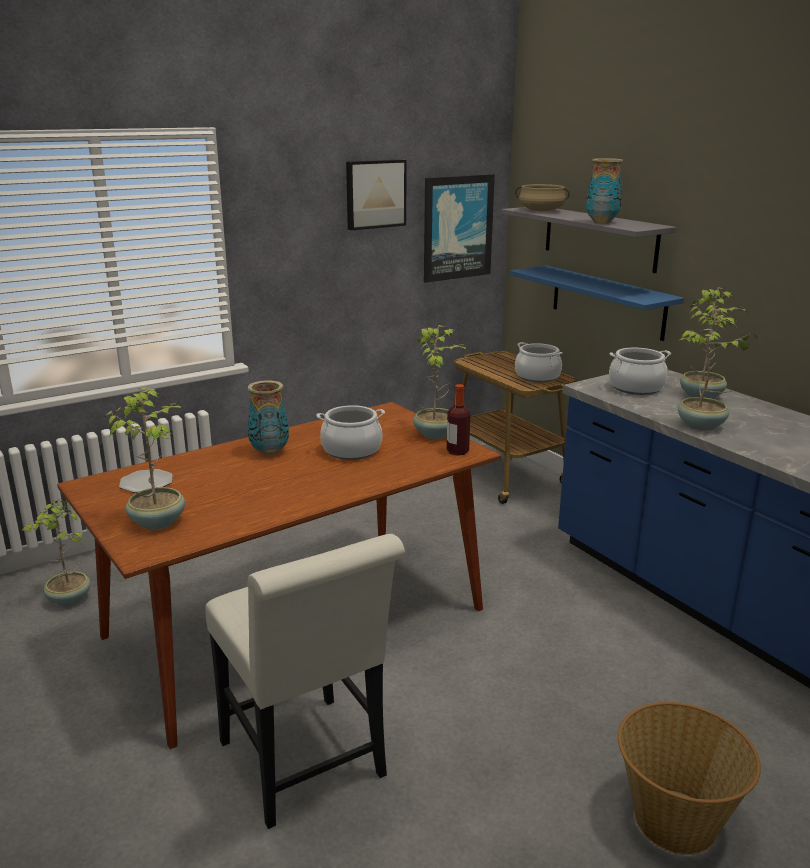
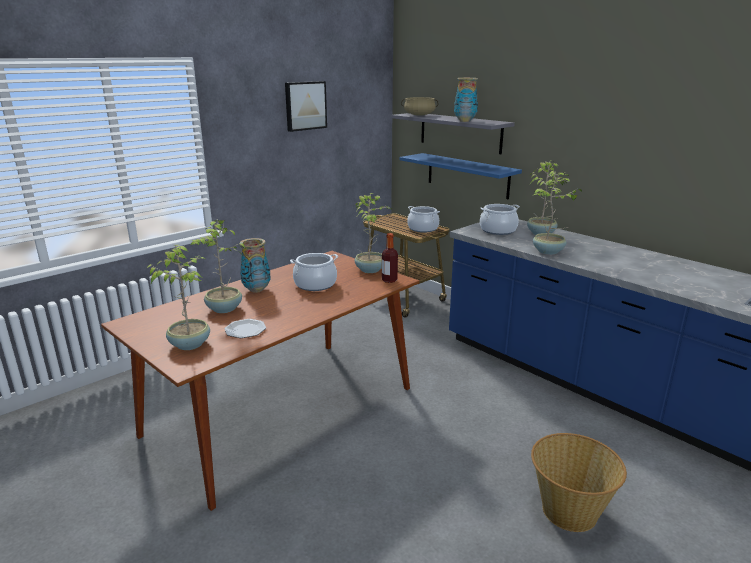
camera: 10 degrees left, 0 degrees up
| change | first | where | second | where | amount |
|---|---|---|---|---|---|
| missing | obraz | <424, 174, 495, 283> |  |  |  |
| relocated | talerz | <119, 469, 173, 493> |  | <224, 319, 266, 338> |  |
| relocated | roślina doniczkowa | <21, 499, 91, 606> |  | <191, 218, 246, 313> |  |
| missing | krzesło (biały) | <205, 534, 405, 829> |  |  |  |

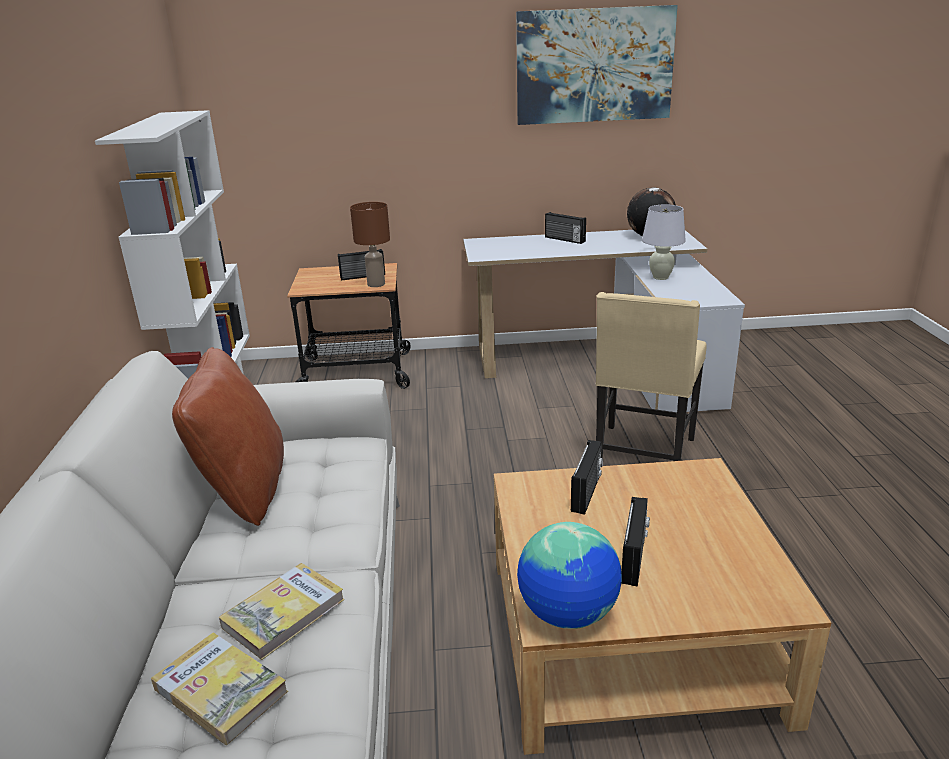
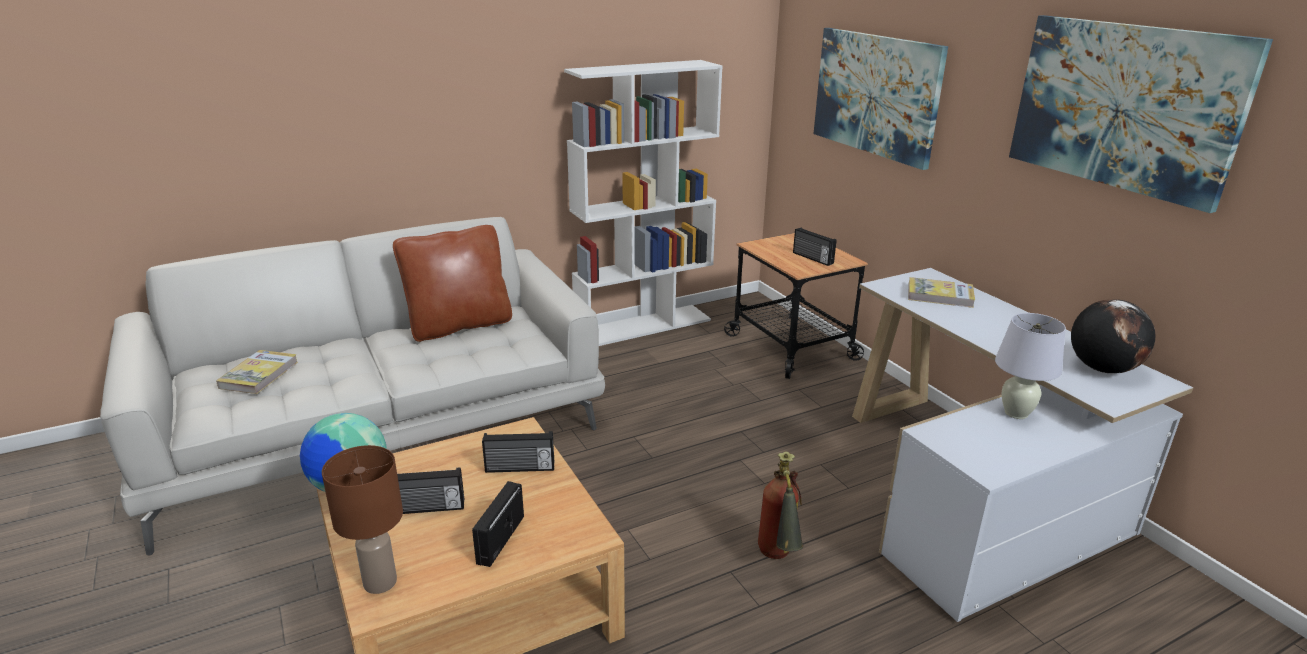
camera: 65 degrees right, 0 degrees up
| change | first | where | second | where | amount |
|---|---|---|---|---|---|
| relocated | lampa stołowa (brązowy) | <350, 202, 390, 287> |  | <322, 445, 403, 594> |  |
| relocated | radio | <545, 212, 586, 244> |  | <472, 481, 524, 567> |  |
| exchanged | krzesło (beżowy) | <596, 292, 707, 461> | gaśnica | <758, 451, 803, 559> |  |
| relocated | książka | <219, 563, 345, 660> |  | <908, 277, 975, 308> |  |
| appeared |  |  | obraz | <814, 28, 948, 170> |  |

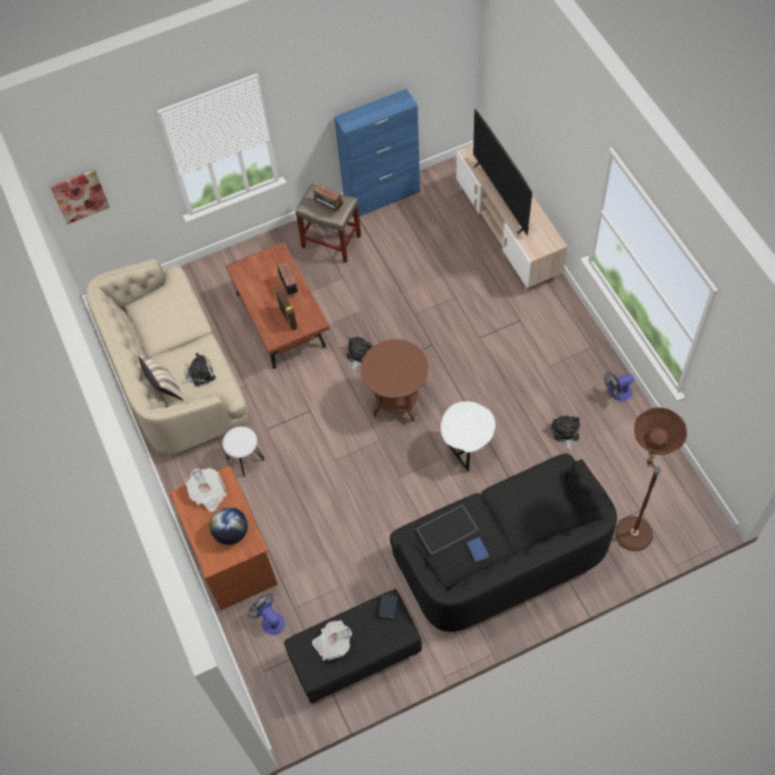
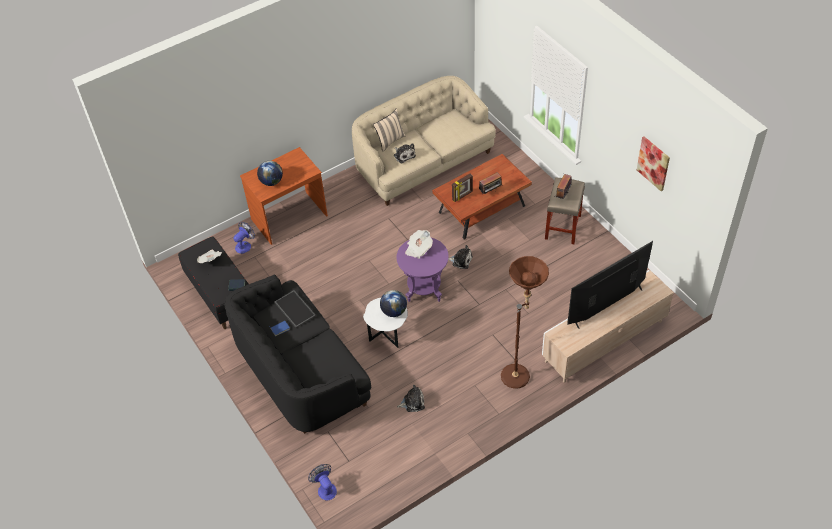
camera: 80 degrees right, 10 degrees down
| change | first | where | second | where | amount |
|---|---|---|---|---|---|
| missing | szafka (niebieski) | <334, 89, 420, 218> |  |  |  |
| relocated | obraz | <50, 169, 110, 224> |  | <637, 136, 670, 191> |  |
| colour | stolik (brązowy) | <361, 339, 428, 421> | stolik (fioletowy) | <396, 238, 449, 302> |  |
| relocated | wentylator | <604, 372, 634, 402> |  | <308, 464, 337, 501> |  |
| relocated | lampa stojąca (brązowy) | <616, 407, 687, 551> |  | <501, 256, 549, 389> |  |
| missing | stołek (biały) | <222, 426, 265, 477> |  |  |  |
| relocated | gazeta | <186, 468, 227, 512> |  | <405, 230, 433, 259> |  |
| appeared |  |  | globus | <380, 290, 407, 317> |  |

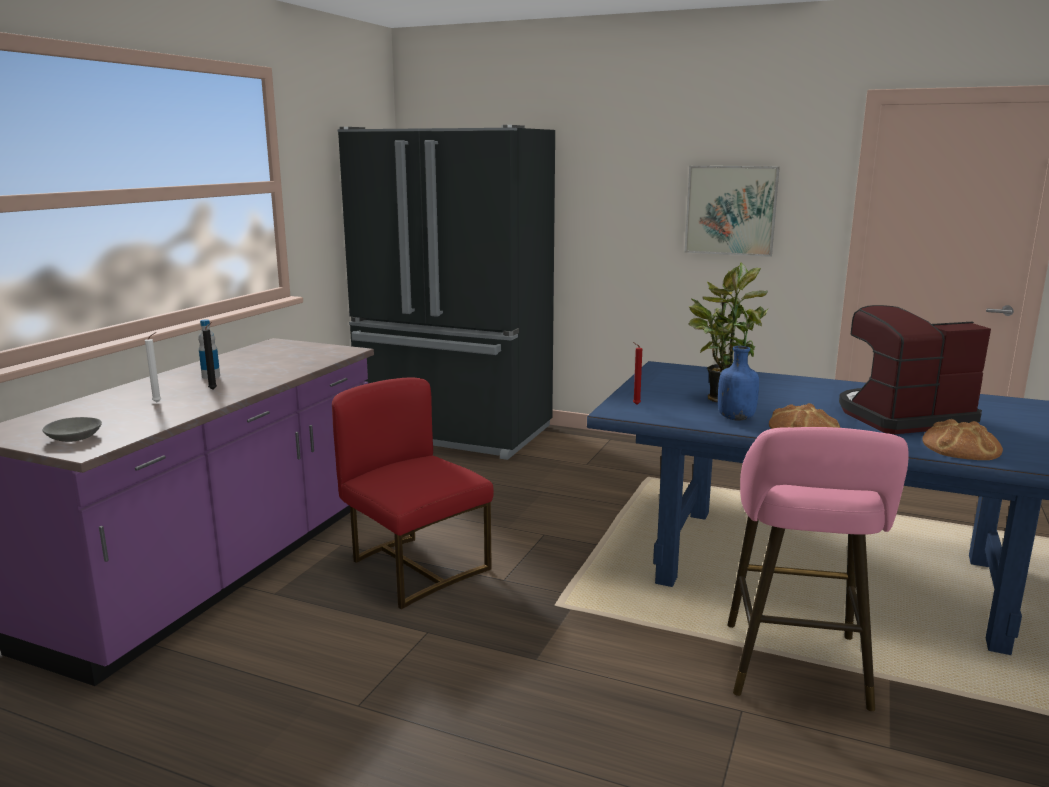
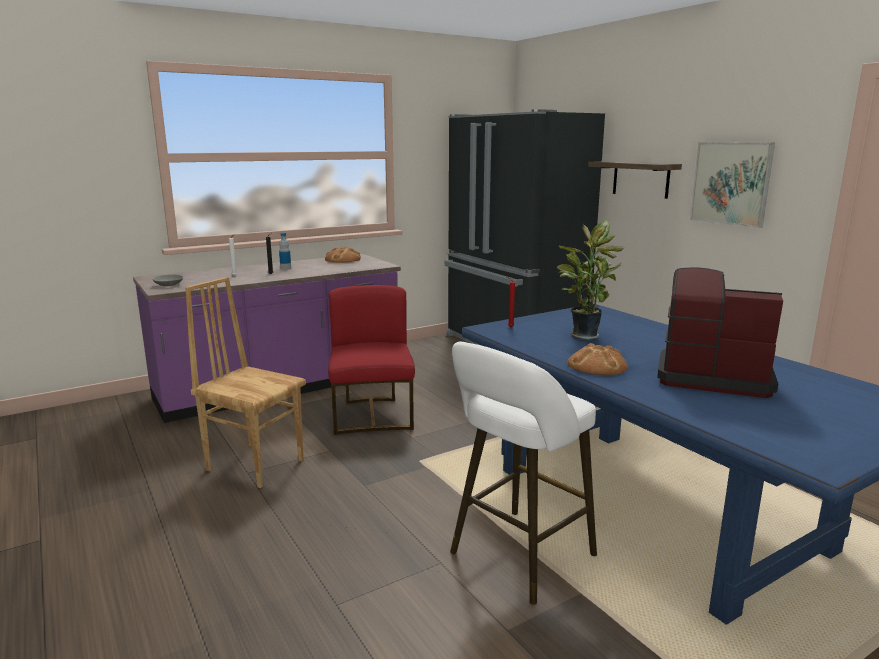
camera: 35 degrees right, 0 degrees up
| change | first | where | second | where | amount |
|---|---|---|---|---|---|
| missing | butelka (niebieski) | <718, 346, 759, 420> |  |  |  |
| relocated | chleb | <922, 419, 1003, 460> |  | <325, 246, 361, 263> |  |
| colour | stołek (różowy) | <727, 427, 909, 711> | stołek (biały) | <450, 342, 597, 604> |  |
| appeared |  |  | półka | <588, 161, 682, 199> |  |
| appeared |  |  | krzesło (brązowy) | <185, 277, 306, 488> |  |

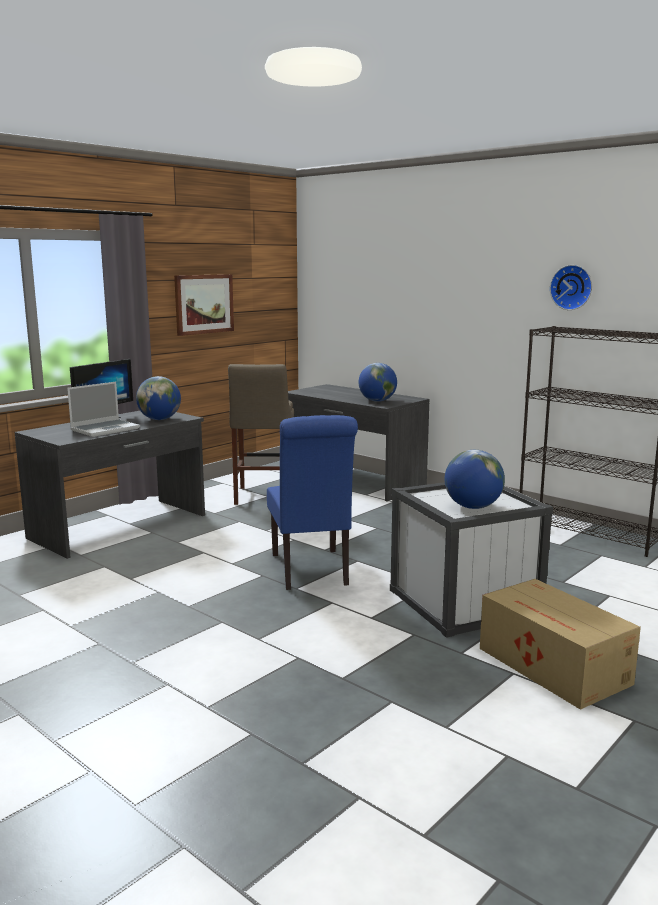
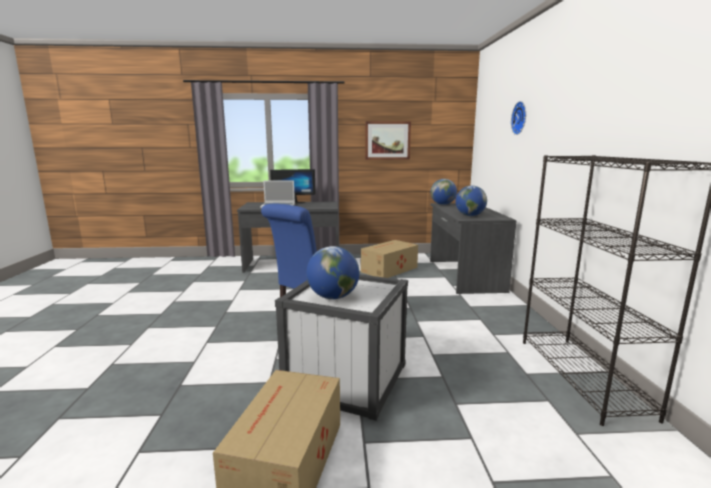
camera: 45 degrees right, 0 degrees up
| change | first | where | second | where | amount |
|---|---|---|---|---|---|
| relocated | zegar ścienny | <550, 265, 592, 310> |  | <511, 101, 526, 135> |  |
| exchanged | stołek (beżowy) | <228, 364, 294, 505> | karton | <361, 240, 418, 278> |  |
| relocated | globus | <136, 376, 181, 420> |  | <431, 179, 457, 205> |  |

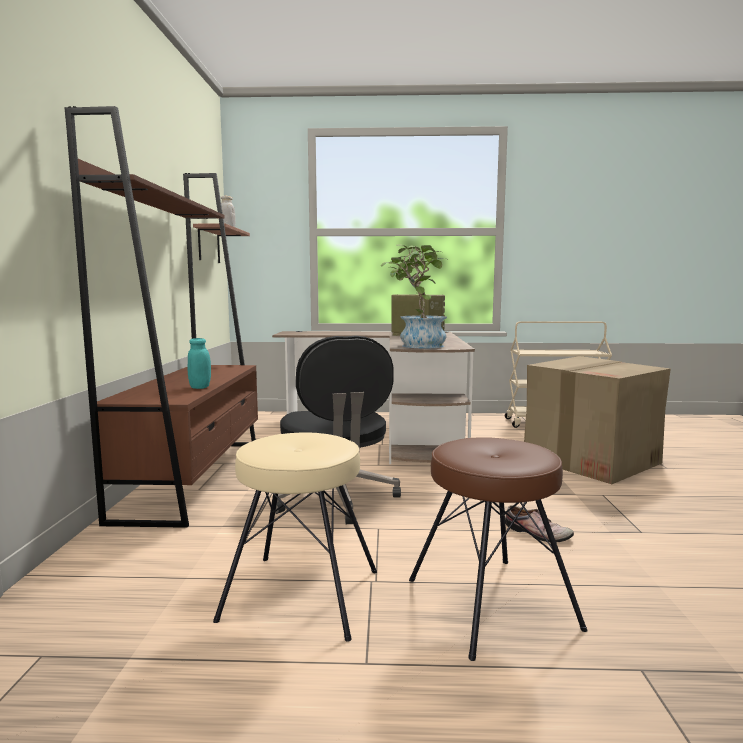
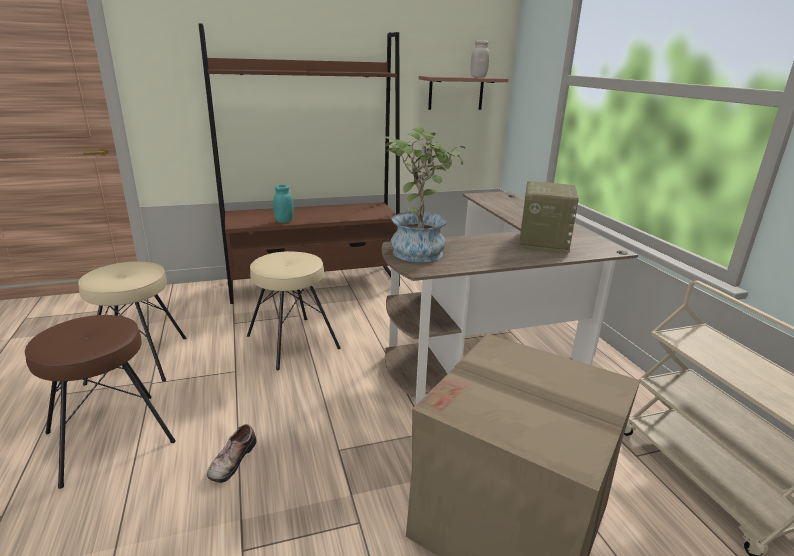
camera: 70 degrees right, 15 degrees up
| change | first | where | second | where | amount |
|---|---|---|---|---|---|
| exchanged | krzesło biurowe (czarny) | <275, 335, 401, 524> | stołek (beżowy) | <247, 251, 341, 370> |  |

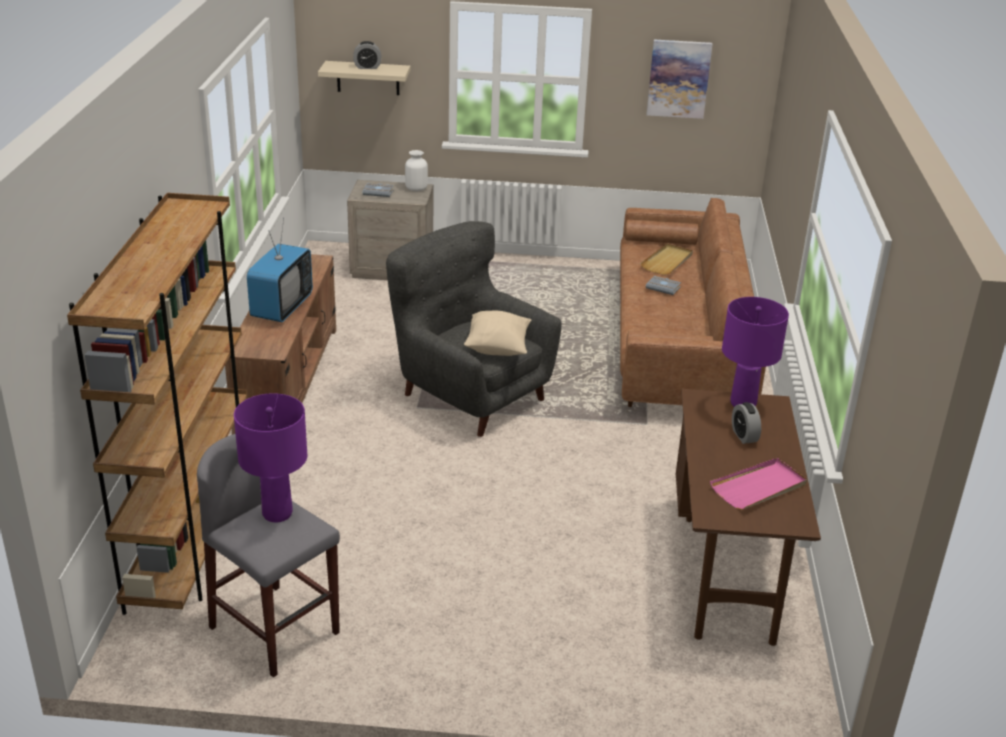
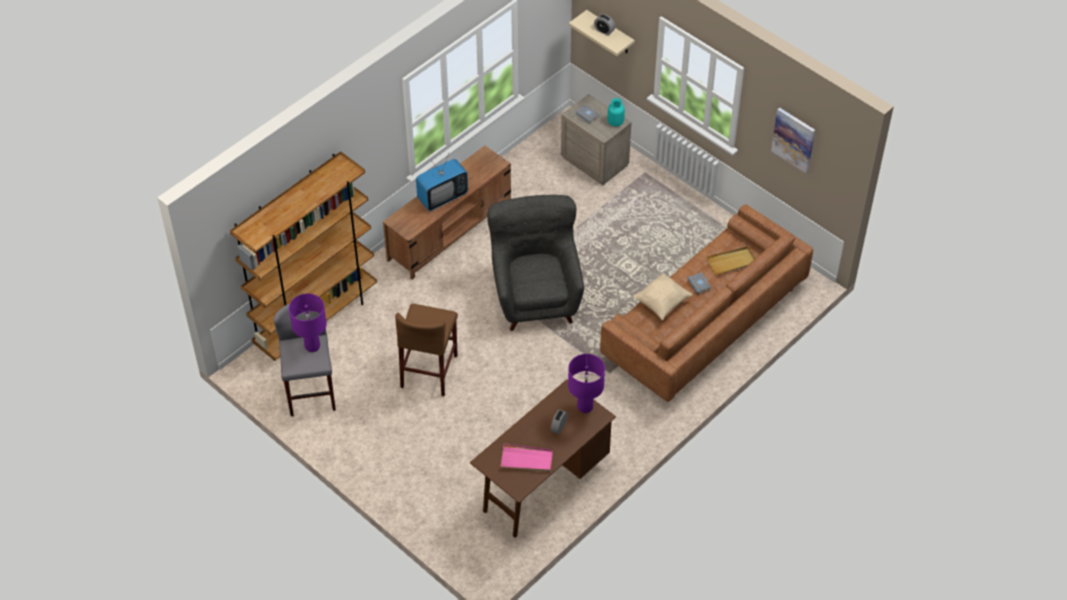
camera: 40 degrees right, 20 degrees up
| change | first | where | second | where | amount |
|---|---|---|---|---|---|
| colour | wazon (biały) | <405, 150, 428, 192> | wazon (turkusowy) | <608, 98, 625, 127> |  |
| relocated | poduszka (beżowy) | <464, 311, 531, 356> |  | <633, 273, 693, 320> |  |
| appeared |  |  | stołek (brązowy) | <395, 304, 458, 396> |  |

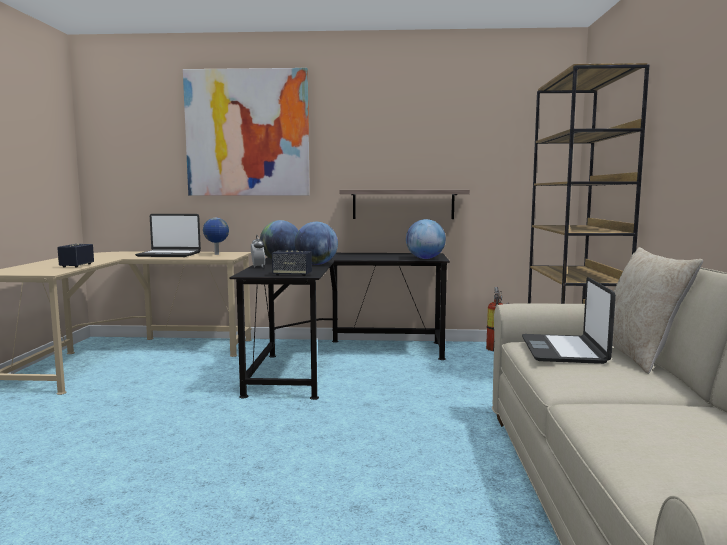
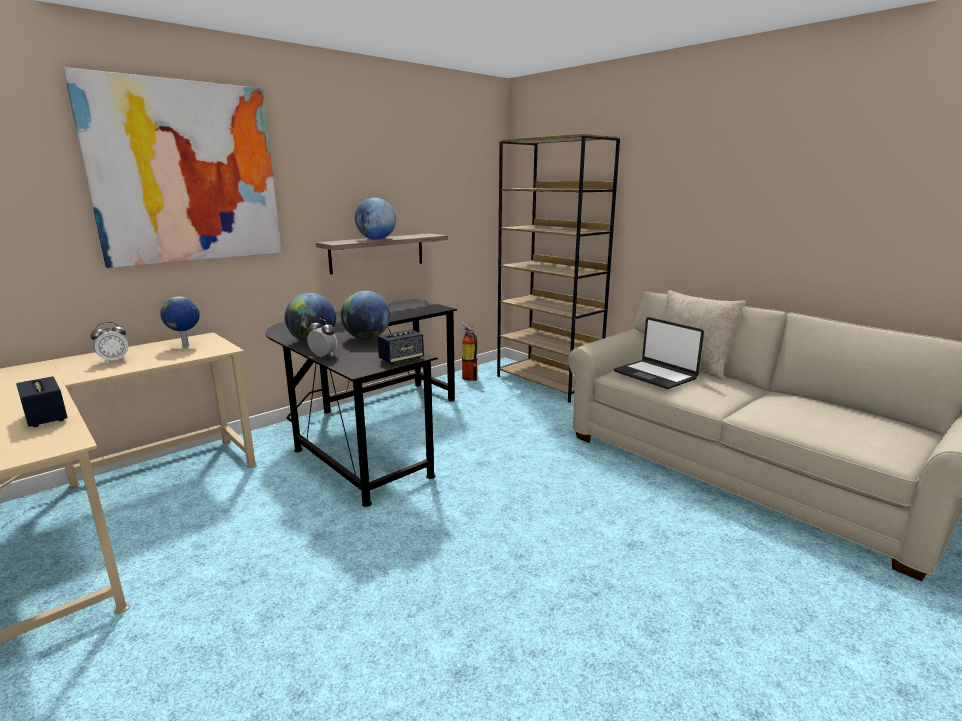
camera: 45 degrees left, 10 degrees up
| change | first | where | second | where | amount |
|---|---|---|---|---|---|
| exchanged | laptop | <135, 214, 201, 257> | budzik | <90, 322, 129, 364> |  |
| relocated | globus | <406, 219, 446, 259> |  | <355, 198, 396, 240> |  |

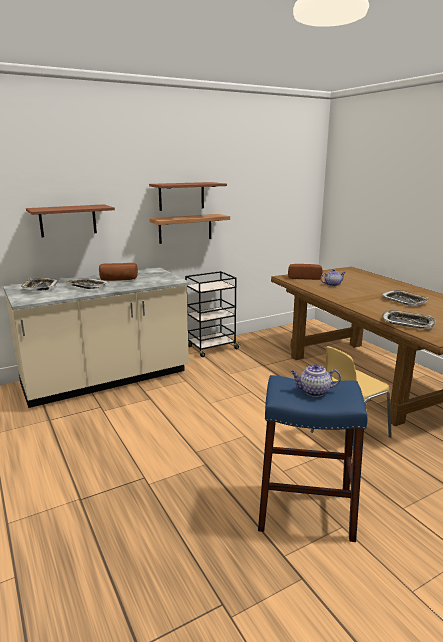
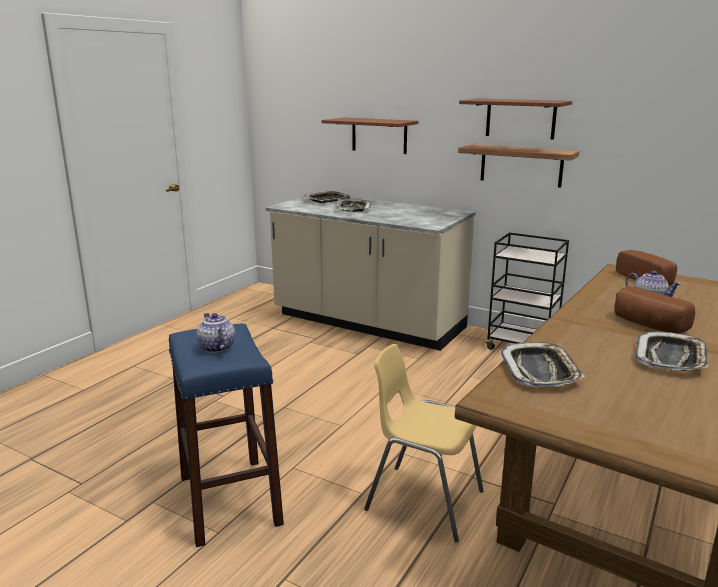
camera: 60 degrees right, 0 degrees up
| change | first | where | second | where | amount |
|---|---|---|---|---|---|
| relocated | chleb | <99, 263, 138, 281> |  | <614, 286, 695, 333> |  |

